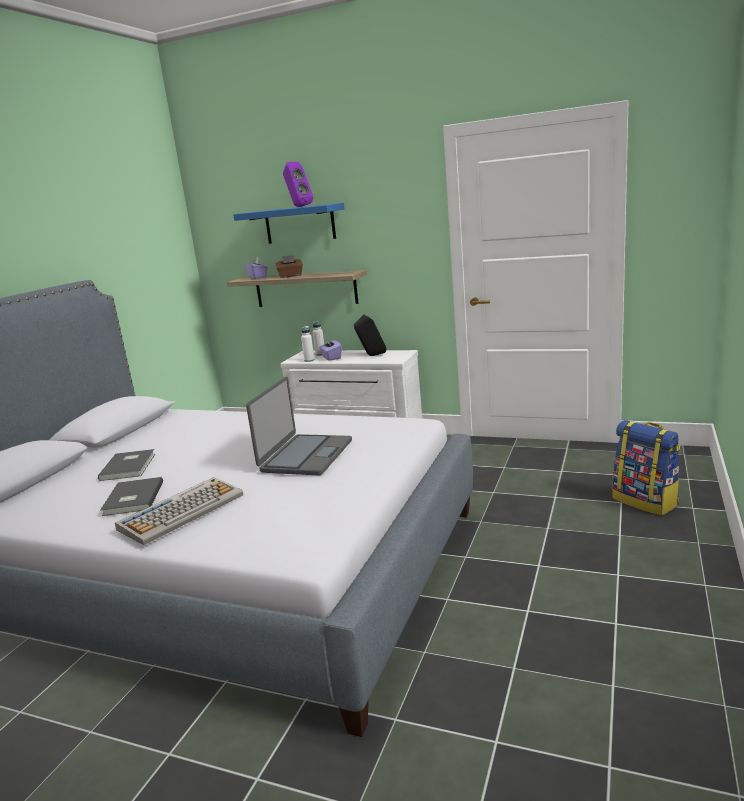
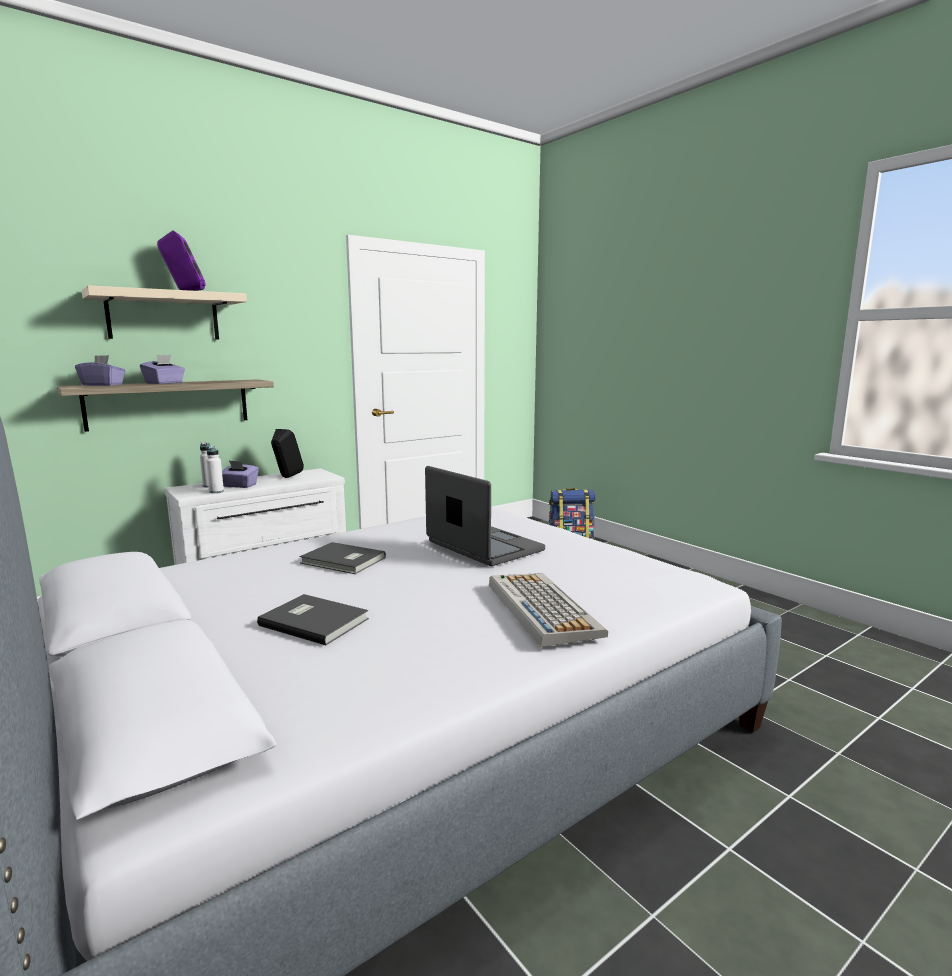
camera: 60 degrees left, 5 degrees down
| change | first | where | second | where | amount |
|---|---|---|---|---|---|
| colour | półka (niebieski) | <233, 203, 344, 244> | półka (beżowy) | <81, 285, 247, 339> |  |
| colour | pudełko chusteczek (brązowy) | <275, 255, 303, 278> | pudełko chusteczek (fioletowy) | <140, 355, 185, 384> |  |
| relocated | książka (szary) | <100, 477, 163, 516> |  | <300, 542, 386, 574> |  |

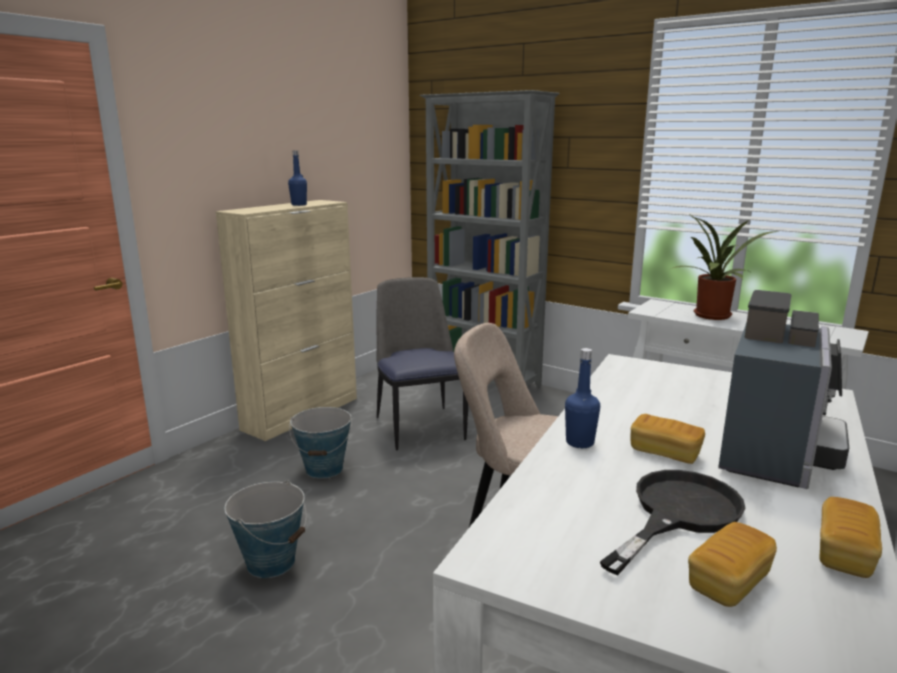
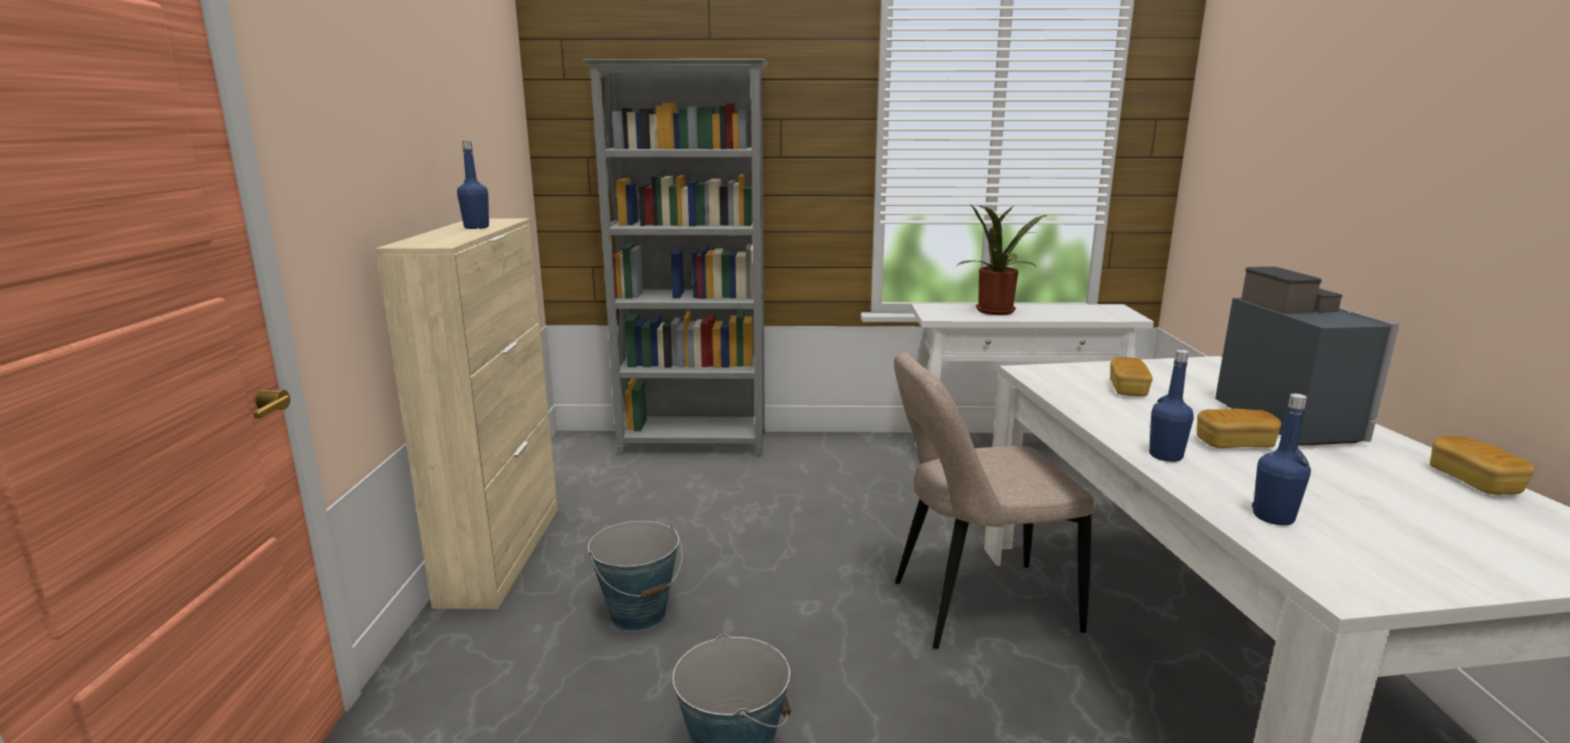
camera: 35 degrees left, 0 degrees up
| change | first | where | second | where | amount |
|---|---|---|---|---|---|
| missing | krzesło | <376, 277, 468, 451> |  |  |  |
| missing | patelnia (czarny) | <600, 470, 746, 575> |  |  |  |
| relocated | chleb | <688, 522, 777, 607> |  | <1110, 357, 1153, 396> |  |
| appeared |  |  | butelka (niebieski) | <1252, 393, 1311, 525> |  |

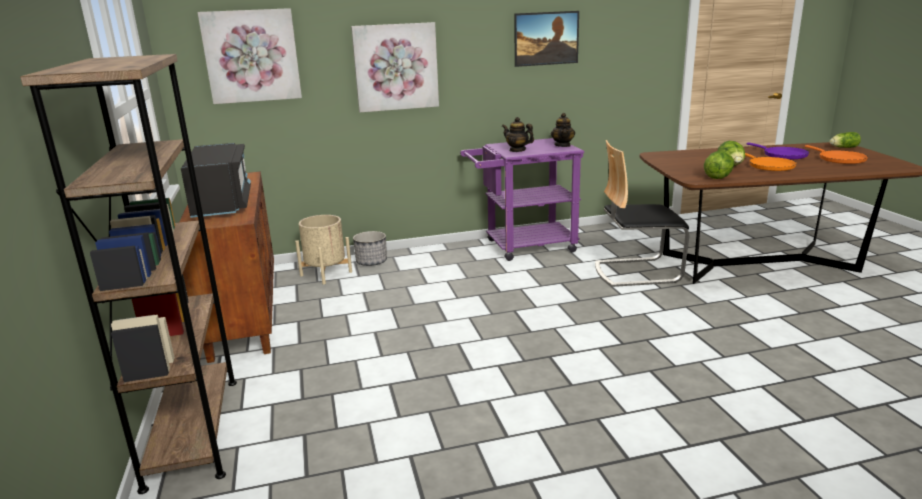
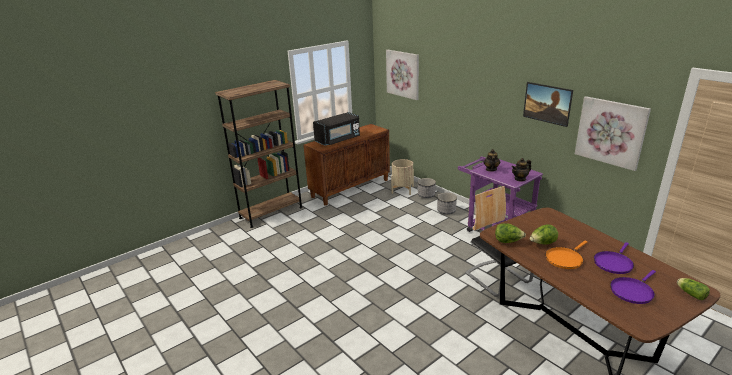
camera: 65 degrees right, 5 degrees up
| change | first | where | second | where | amount |
|---|---|---|---|---|---|
| relocated | obraz | <351, 22, 439, 113> |  | <575, 96, 651, 171> |  |
| colour | patelnia (pomarańczowy) | <805, 145, 868, 164> | patelnia (fioletowy) | <610, 270, 656, 304> |  |
| appeared |  |  | donica | <437, 193, 457, 214> |  |

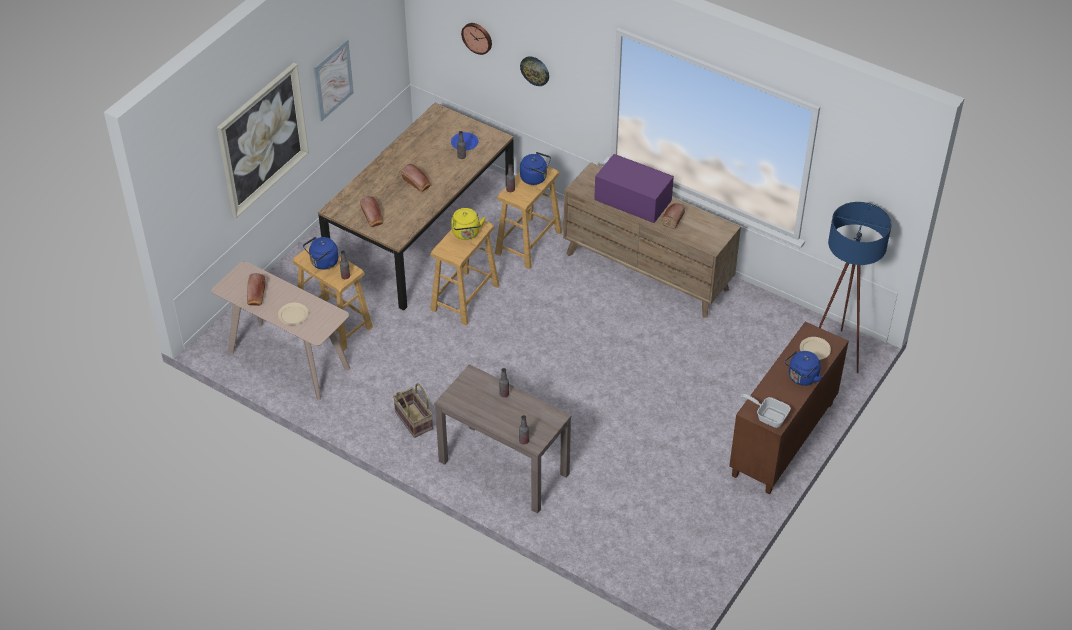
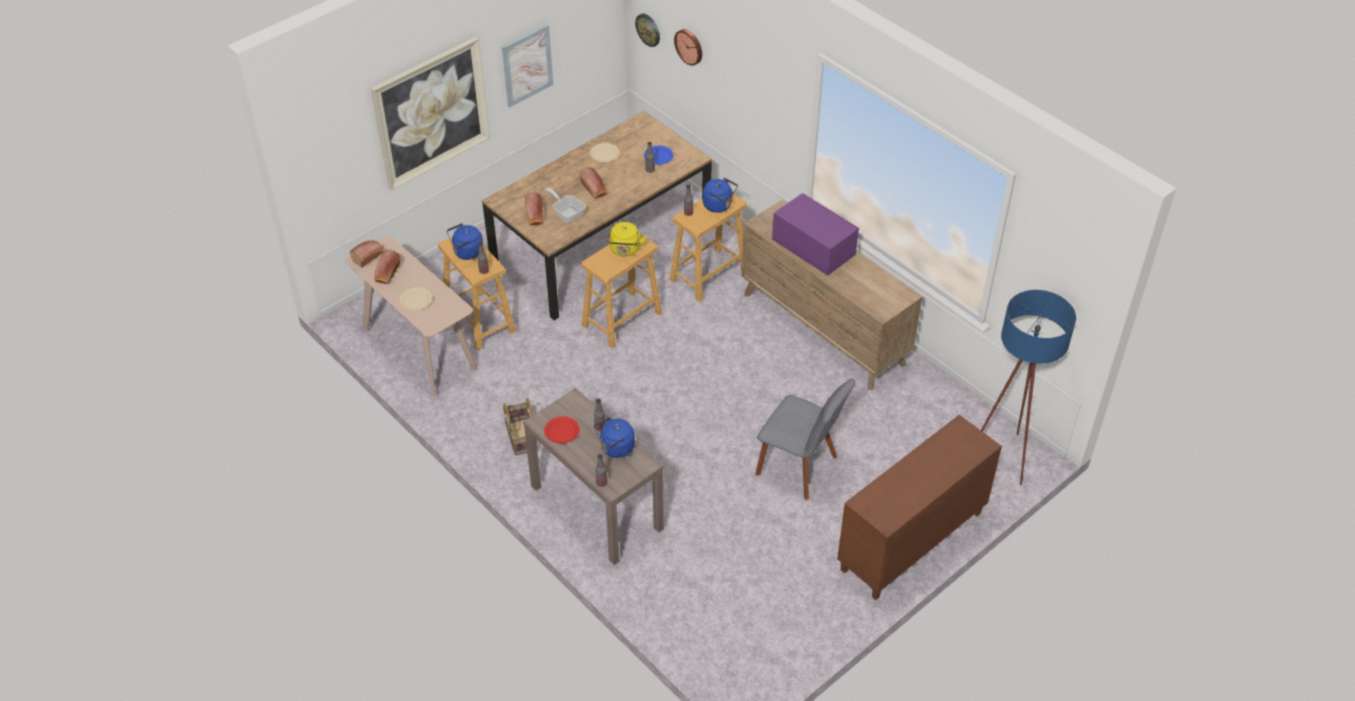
camera: 15 degrees right, 0 degrees up
| change | first | where | second | where | amount |
|---|---|---|---|---|---|
| relocated | zegar ścienny | <520, 56, 549, 86> |  | <635, 13, 660, 47> |  |
| relocated | chleb | <662, 203, 685, 229> |  | <350, 241, 384, 268> |  |
| relocated | talerz (beżowy) | <800, 337, 831, 360> |  | <590, 143, 620, 162> |  |
| relocated | czajnik (niebieski) | <785, 351, 822, 386> |  | <594, 417, 635, 458> |  |
| relocated | patelnia | <741, 394, 791, 428> |  | <545, 188, 586, 223> |  |
| appeared |  |  | krzesło (szary) | <755, 378, 856, 500> |  |
| appeared |  |  | talerz (czerwony) | <544, 416, 580, 444> |  |

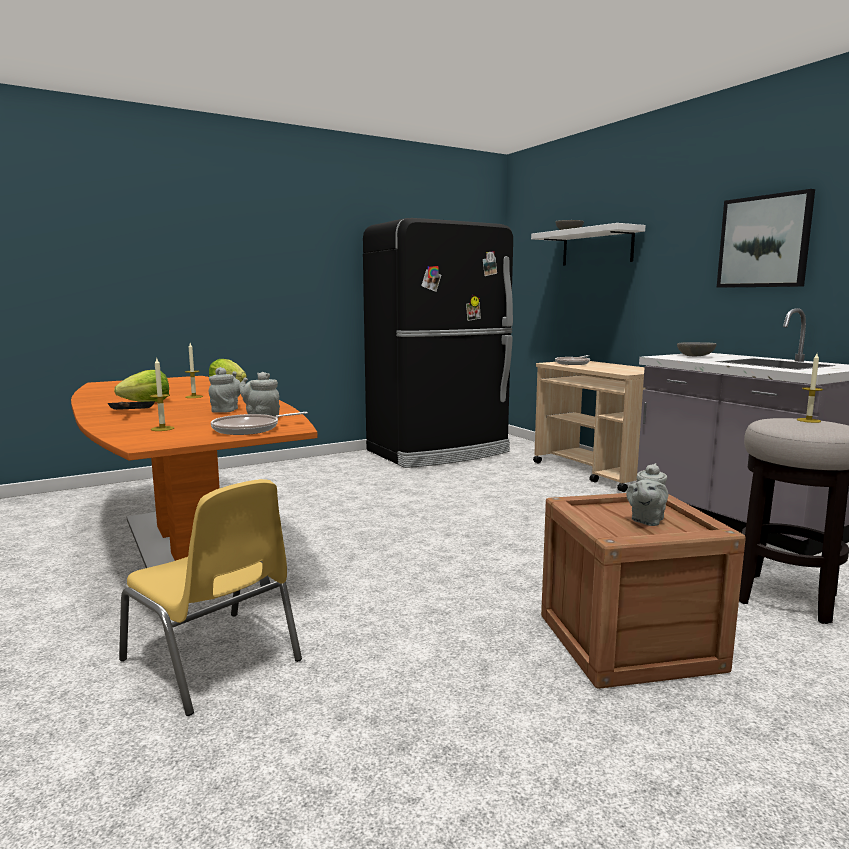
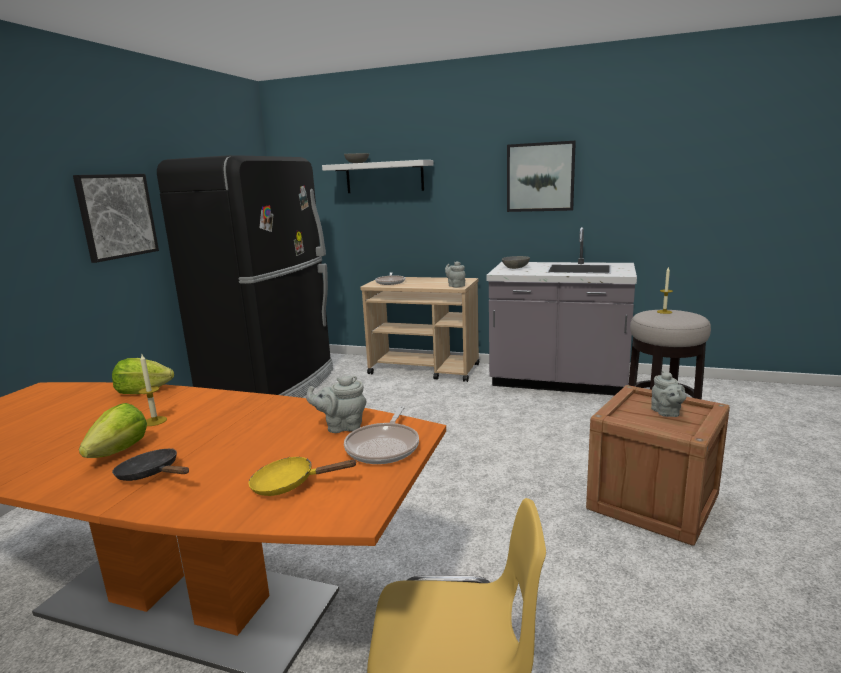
camera: 40 degrees left, 5 degrees up
| change | first | where | second | where | amount |
|---|---|---|---|---|---|
| exchanged | świeca | <150, 358, 174, 431> | patelnia (żółty) | <249, 457, 358, 496> |  |
| relocated | imbryk (szary) | <209, 367, 241, 413> |  | <445, 261, 466, 288> |  |
| appeared |  |  | obraz | <73, 174, 159, 263> |  |

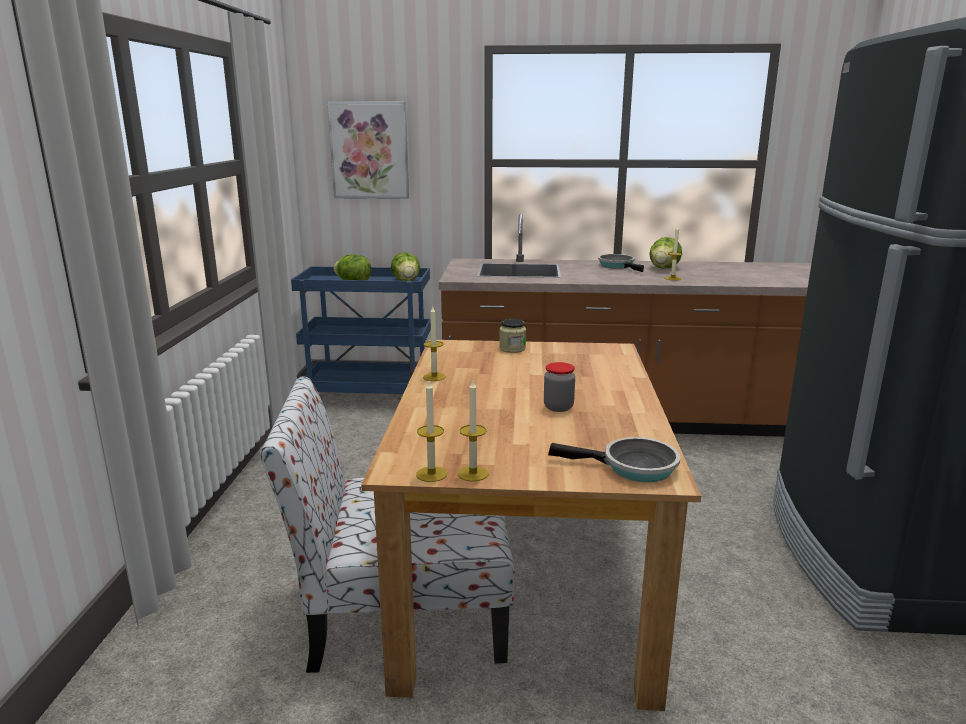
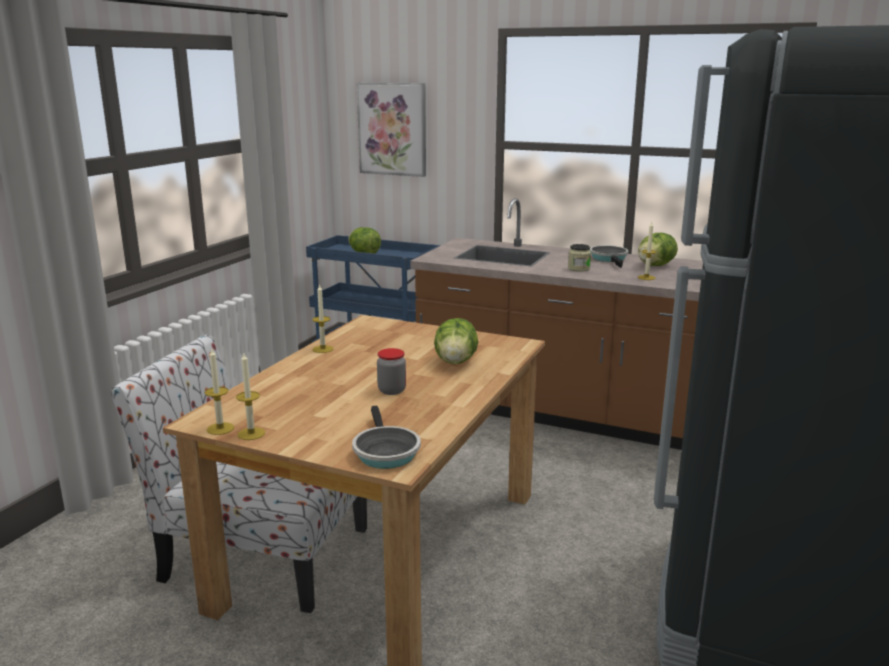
camera: 20 degrees right, 0 degrees up
| change | first | where | second | where | amount |
|---|---|---|---|---|---|
| relocated | sałata | <391, 252, 420, 281> |  | <434, 318, 478, 364> |  |
| relocated | słoik | <499, 319, 526, 353> |  | <568, 244, 591, 272> |  |
| spun | patelnia | <548, 437, 680, 482> |  | <352, 406, 421, 469> | 45 degrees clockwise |

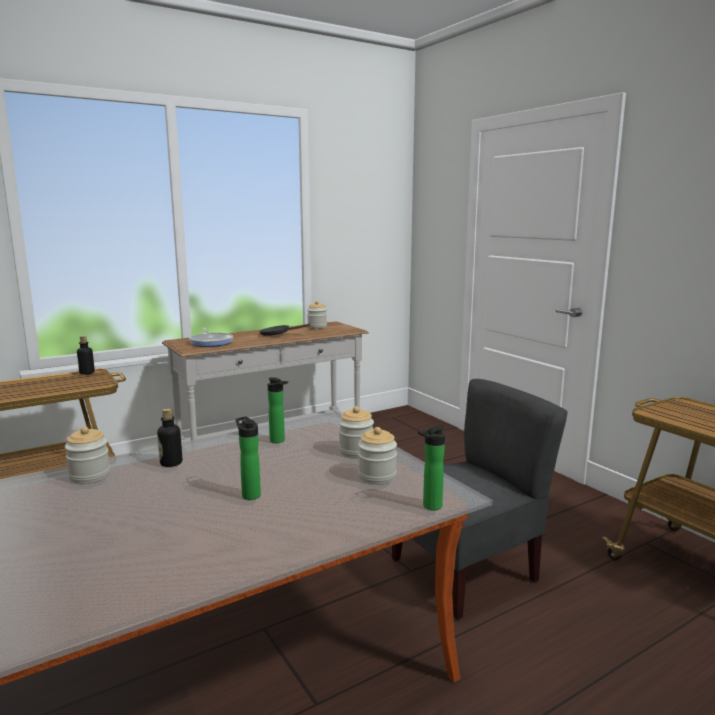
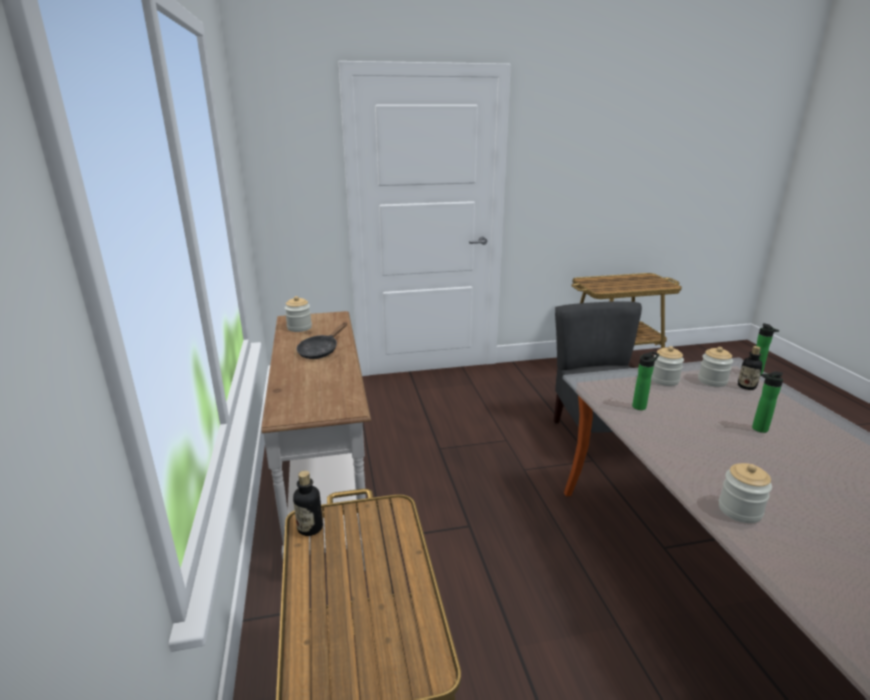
camera: 70 degrees left, 10 degrees up
| change | first | where | second | where | amount |
|---|---|---|---|---|---|
| missing | patelnia | <189, 328, 233, 347> |  |  |  |
| relocated | butelka | <157, 408, 182, 467> |  | <738, 346, 762, 390> |  |

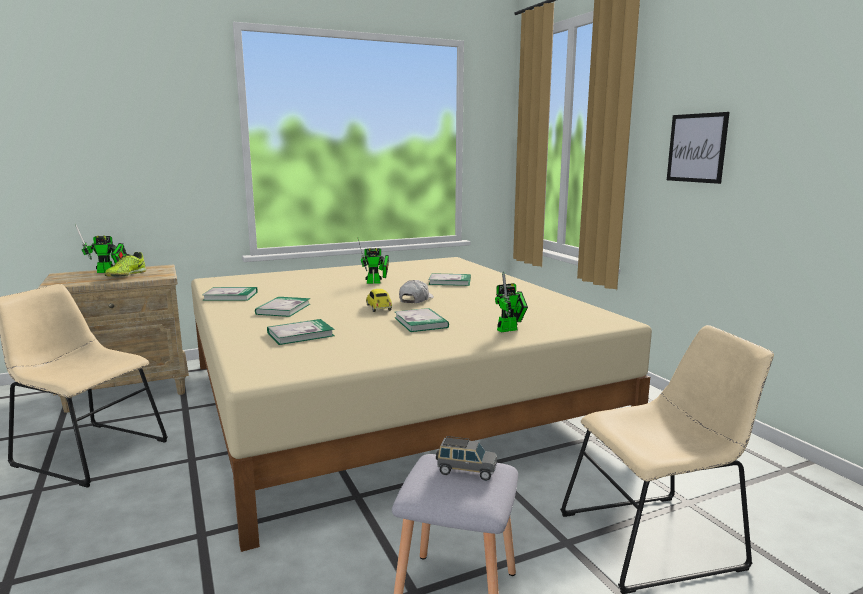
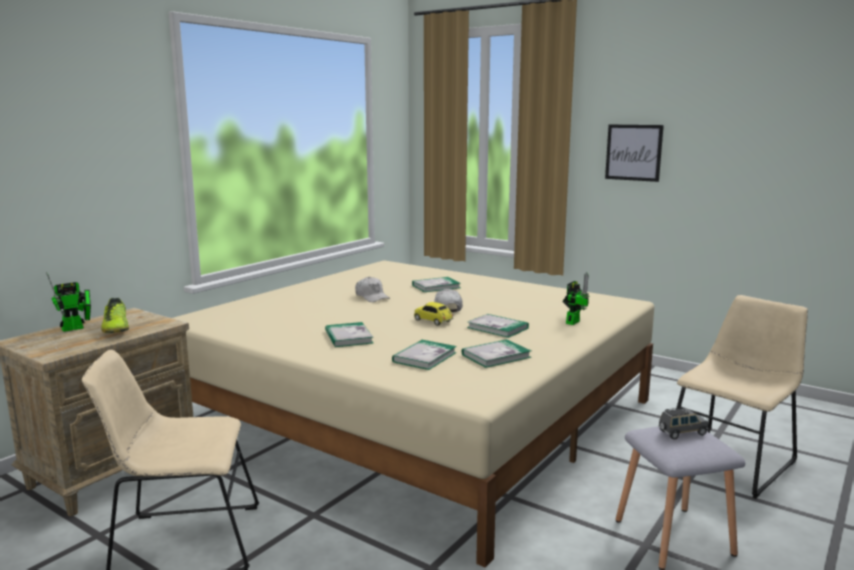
camera: 30 degrees left, 0 degrees up
| change | first | where | second | where | amount |
|---|---|---|---|---|---|
| exchanged | robot zabawkowy | <358, 239, 389, 284> | czapka z daszkiem (biały) | <355, 277, 390, 302> |  |
| relocated | książka | <202, 287, 258, 301> |  | <462, 339, 531, 368> |  |

